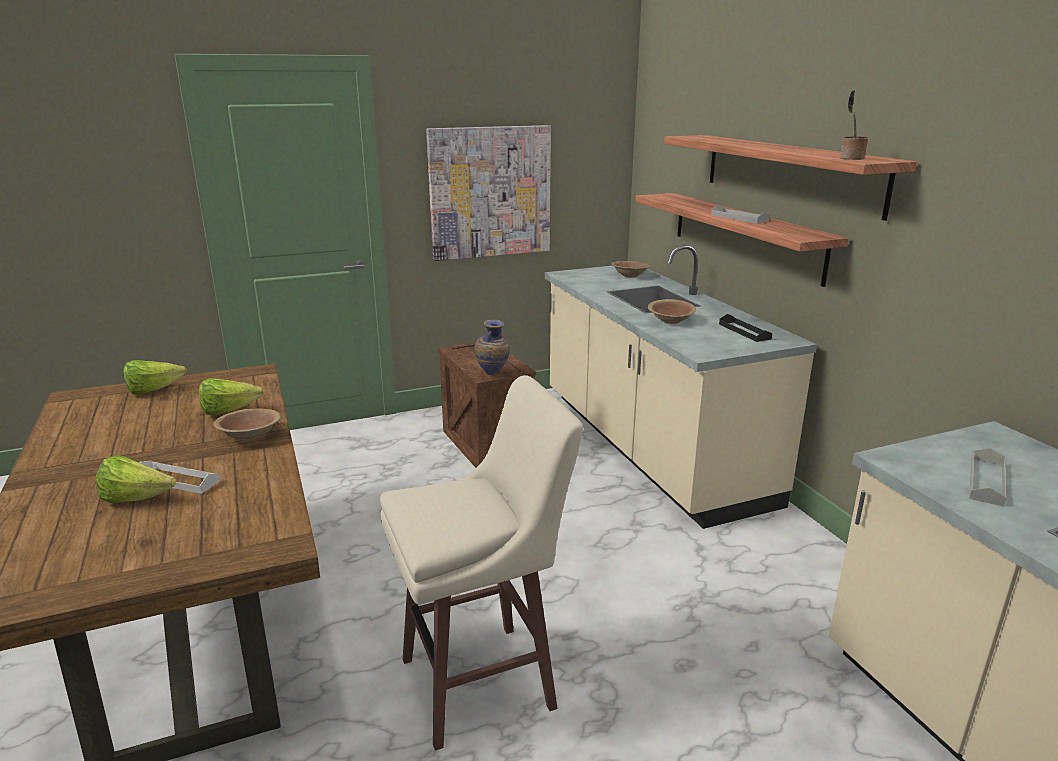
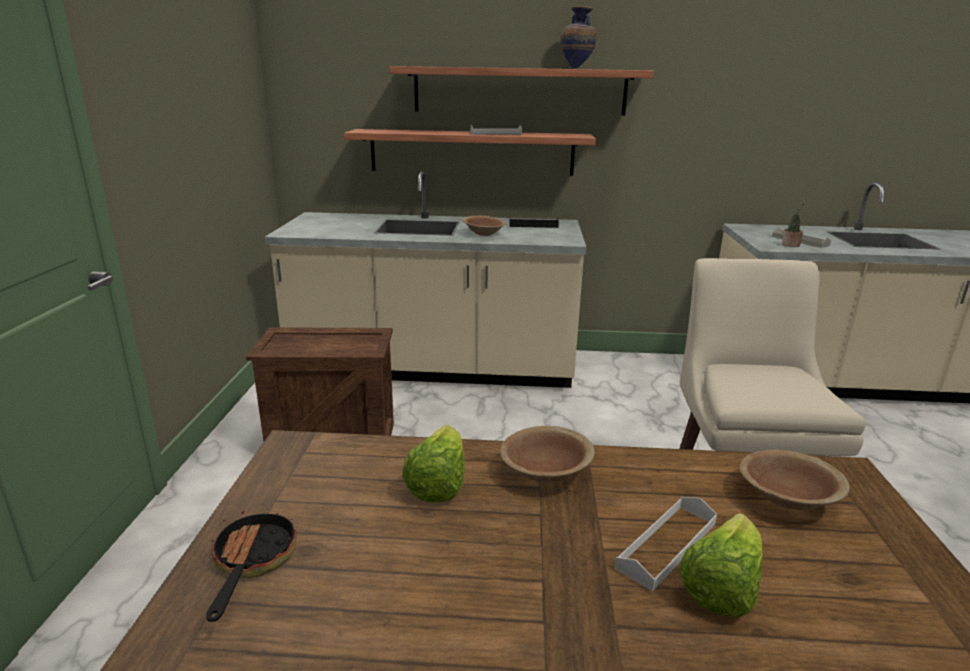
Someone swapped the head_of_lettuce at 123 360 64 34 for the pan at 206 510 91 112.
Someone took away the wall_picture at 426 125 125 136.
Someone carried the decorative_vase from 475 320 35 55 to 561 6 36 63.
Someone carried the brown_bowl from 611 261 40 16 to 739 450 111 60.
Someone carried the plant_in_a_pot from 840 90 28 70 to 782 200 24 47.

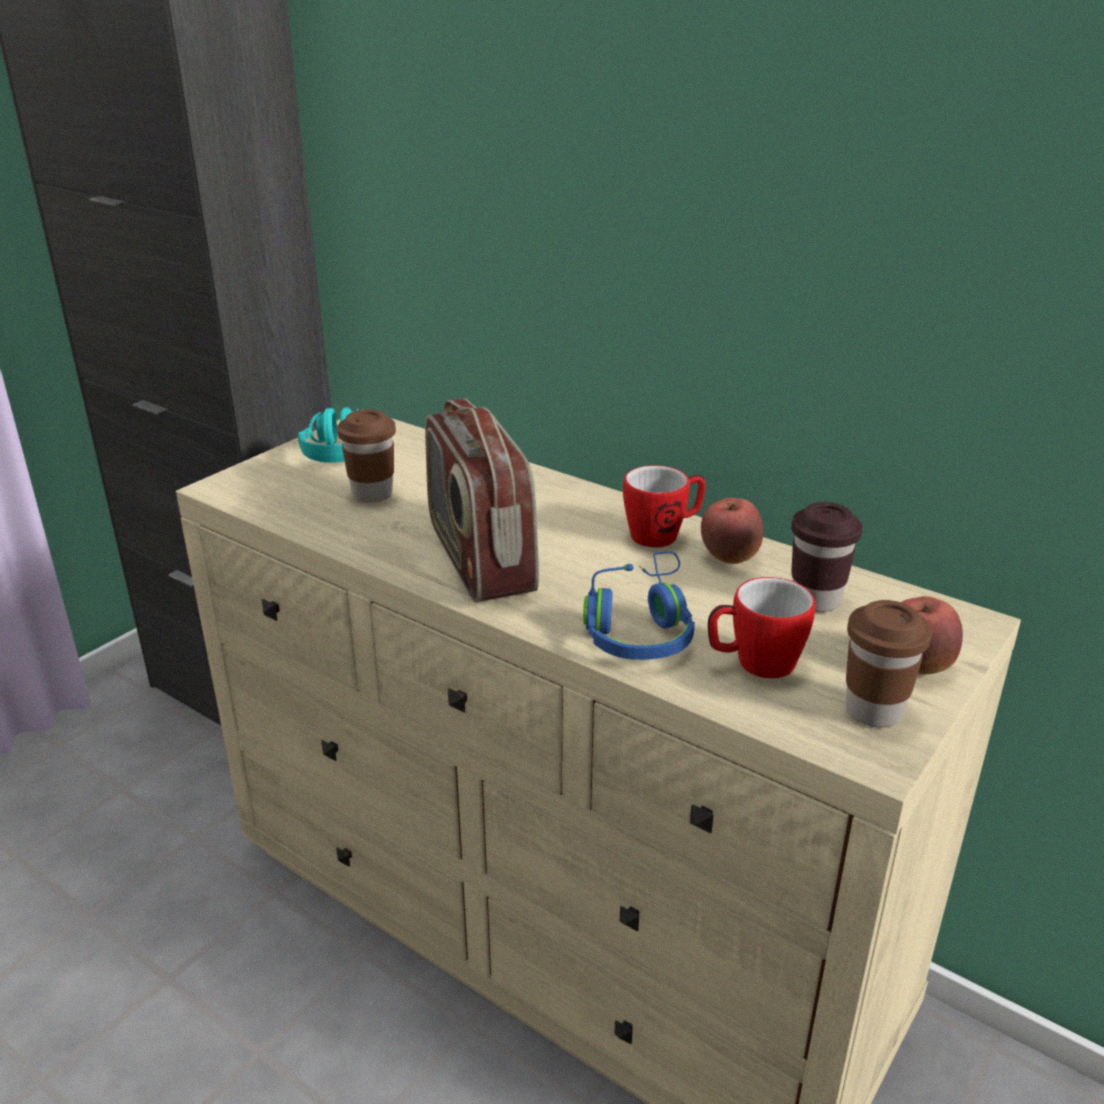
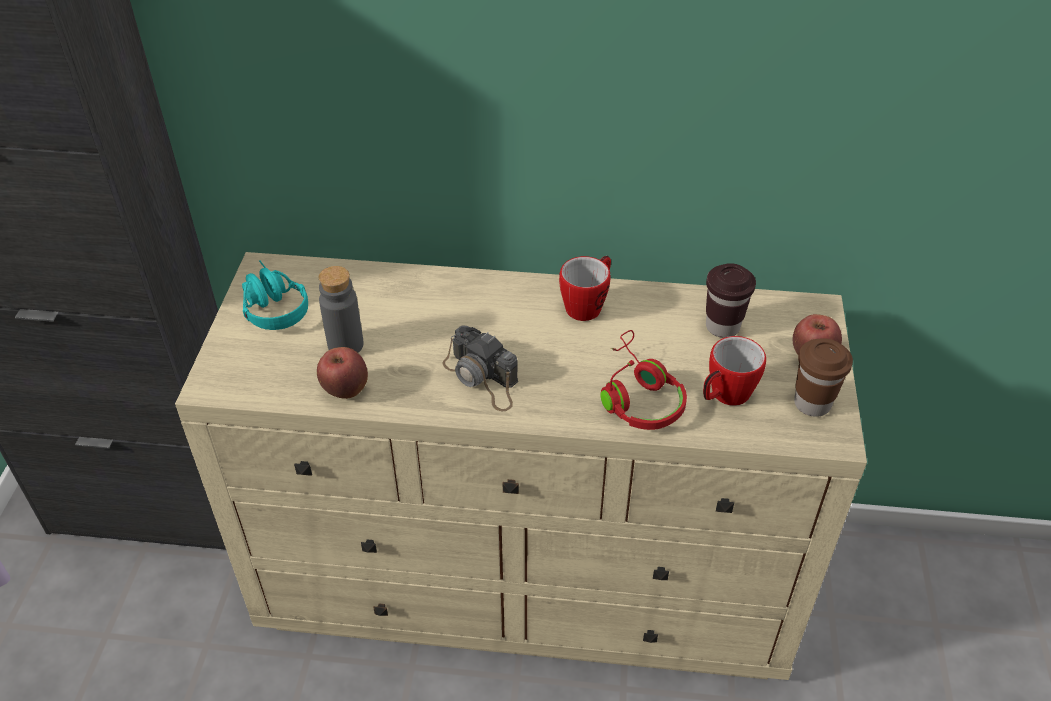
Someone swapped the brown_drinking_cup at 337 409 59 94 for the gray_beverage_bottle at 319 266 45 87.
Someone swapped the radio_receiver at 425 398 114 205 for the photo_camera at 443 325 75 87.
Someone repainted the blue_headset at 583 551 112 109, which became the red_headset at 601 330 86 100.
Someone carried the apple_fruit from 701 498 62 66 to 317 347 51 52.

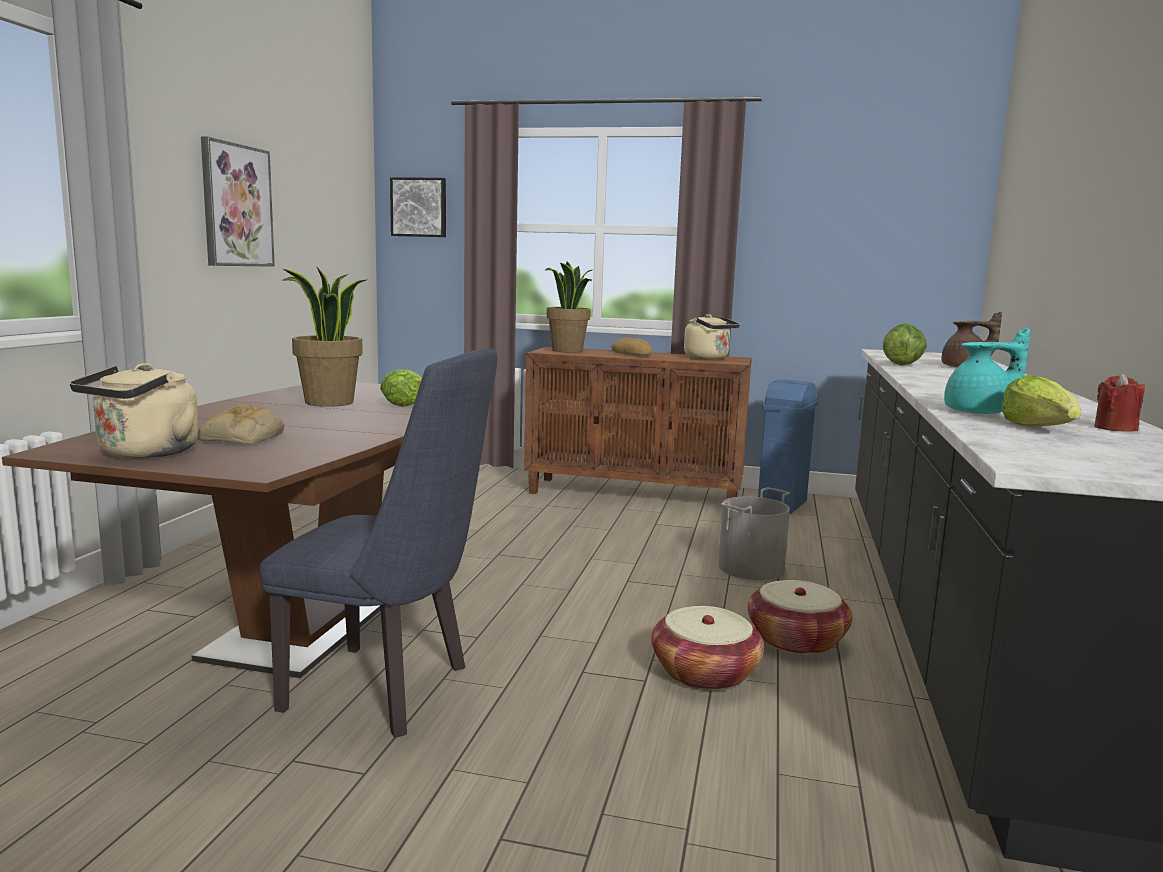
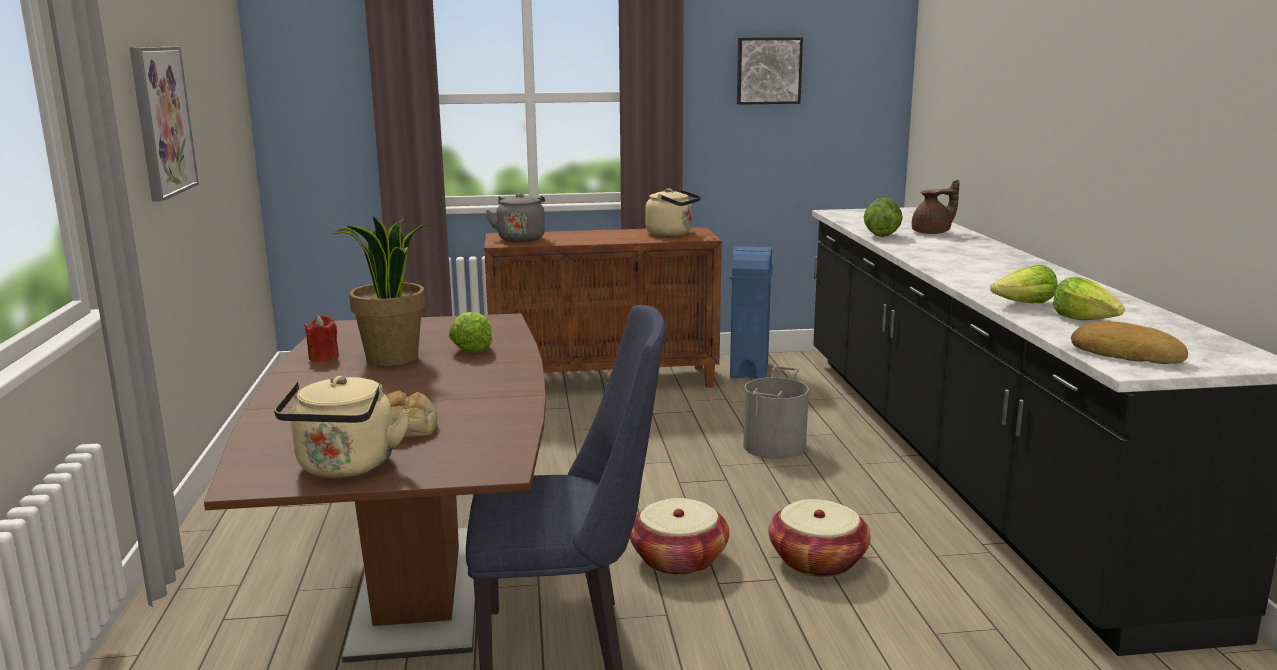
Someone carried the wall_picture from 390 177 56 60 to 737 37 66 68.
Someone swapped the plant_in_a_pot at 545 261 49 91 for the gray_water_kettle at 486 193 59 49.
Someone carried the bakery_bread from 611 337 42 19 to 1071 321 117 43.
Someone carried the basket from 747 580 105 75 to 630 498 99 77.
Someone swapped the blue-green_pot_for_tea at 944 328 86 86 for the head_of_lettuce at 990 265 68 38.
Someone carried the red_wax_candle from 1094 373 51 59 to 304 315 35 47.

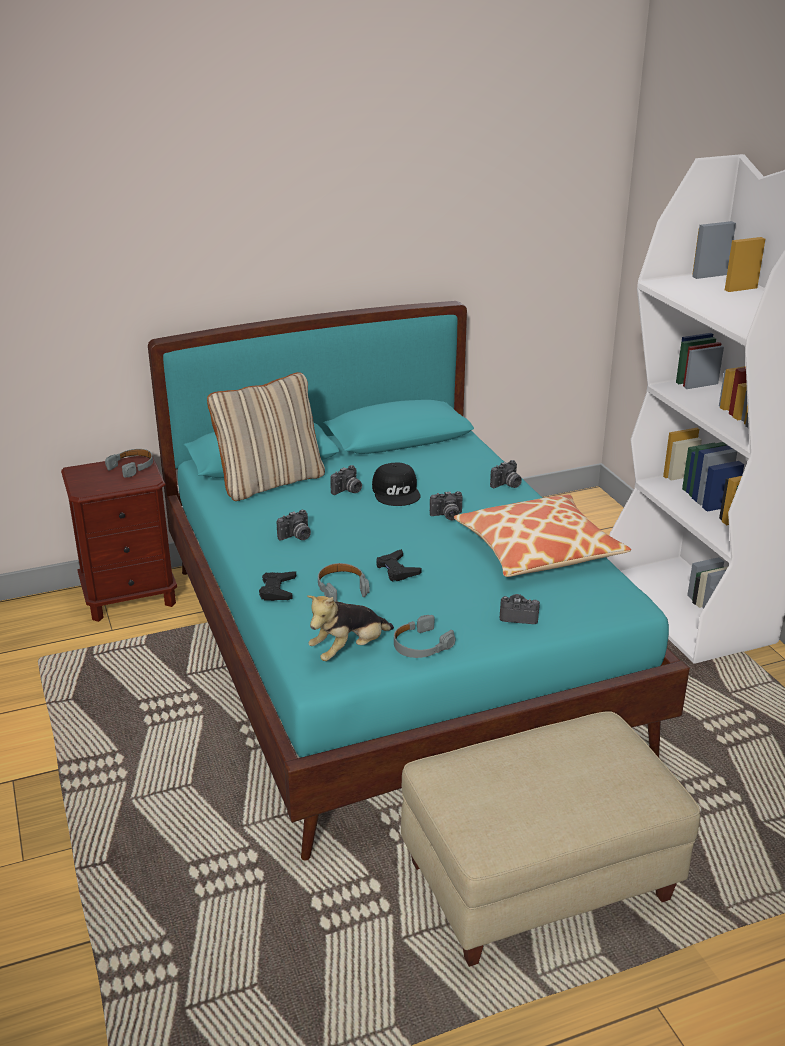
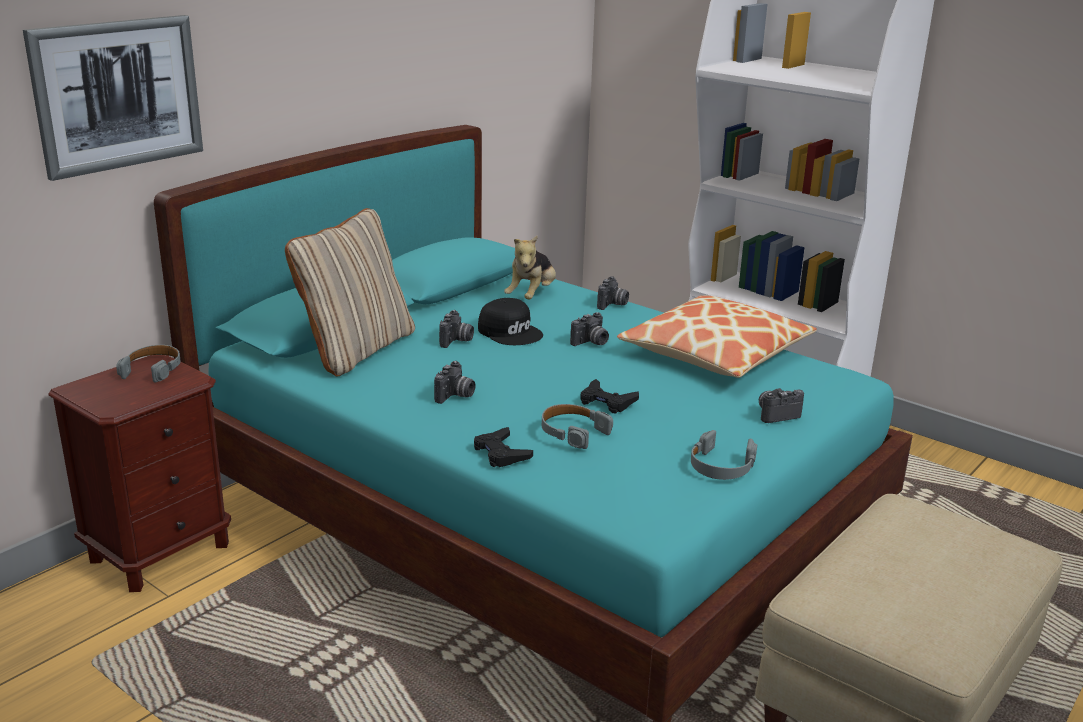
Someone carried the plush_toy from 307 595 87 66 to 504 236 52 64.
Someone put up the wall_picture at 23 15 180 166.

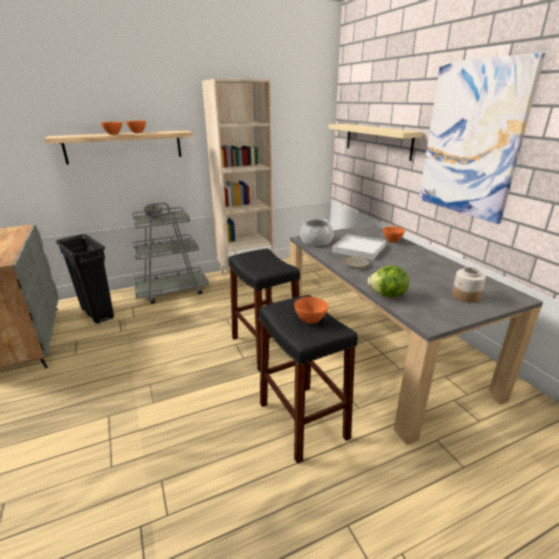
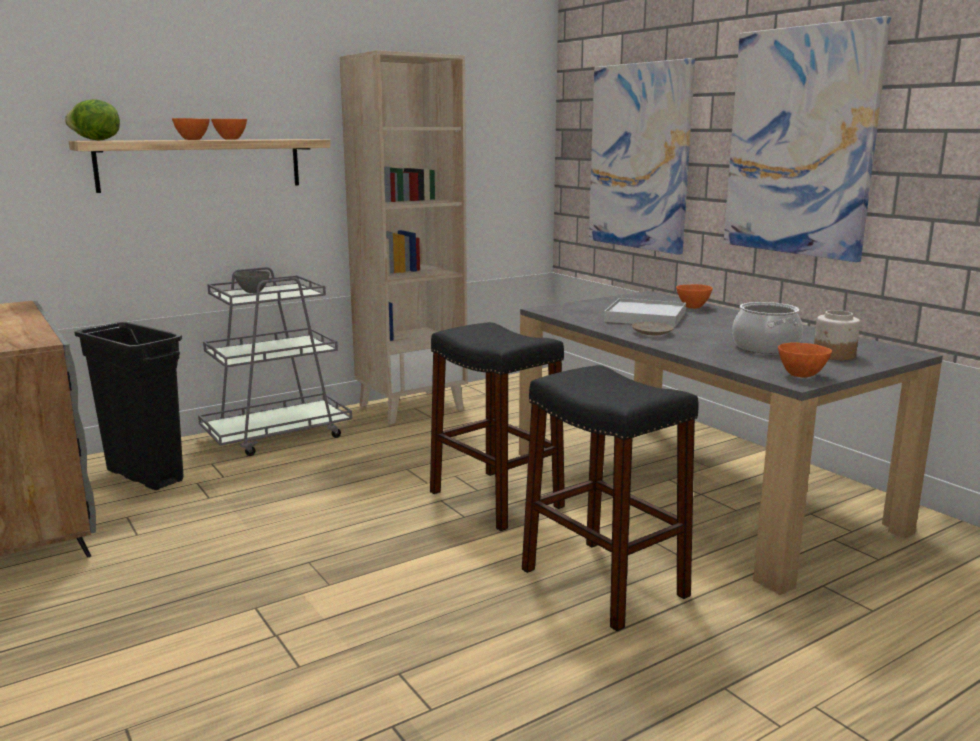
Someone carried the orange_bowl from 294 297 34 27 to 778 343 54 35.
Someone carried the cooking_pot from 301 218 32 28 to 732 302 71 52.
Someone swapped the beige_shelf at 328 124 95 37 for the wall_picture at 589 58 106 197.
Someone carried the head_of_lettuce from 368 266 41 32 to 65 99 55 42.

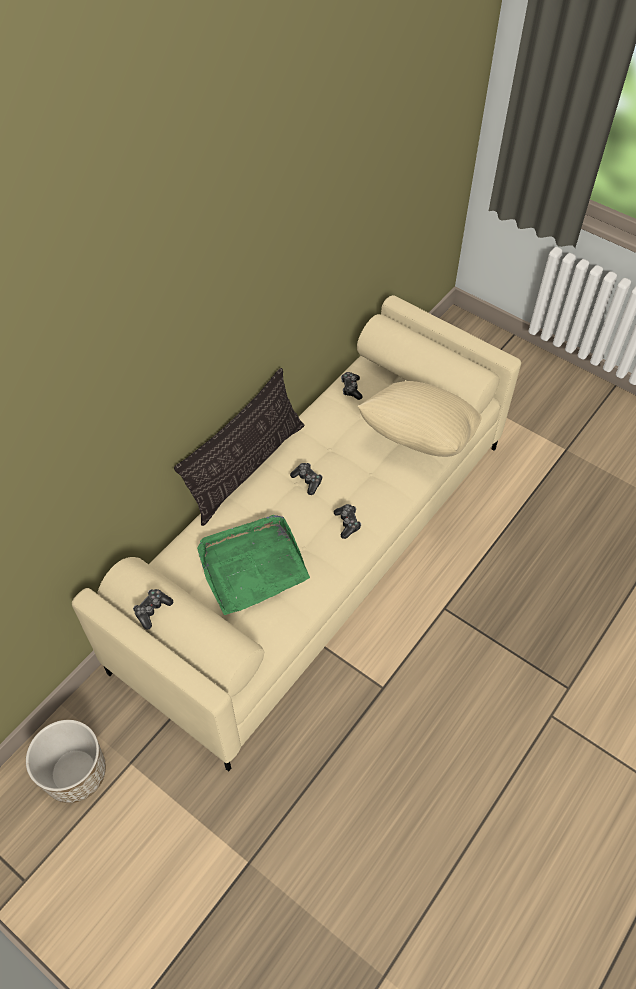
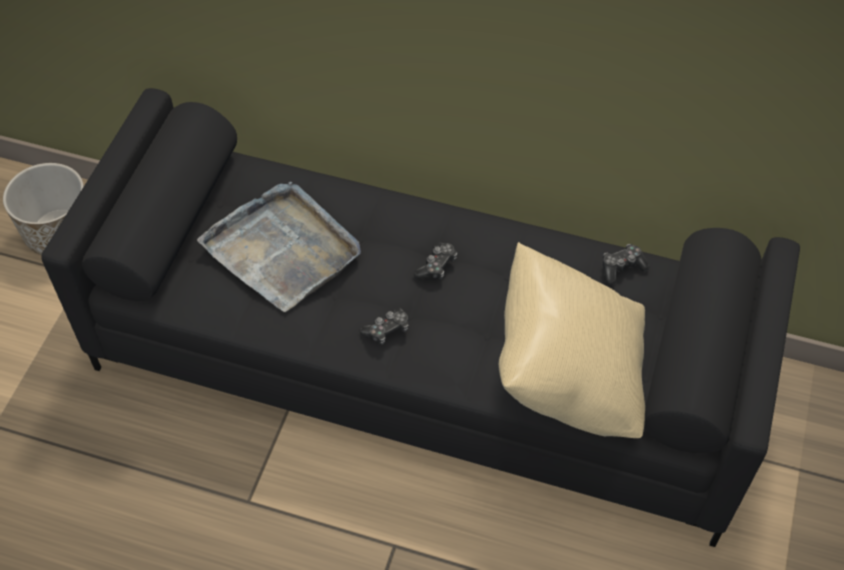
Someone repainted the beige_couch at 72 295 449 477, which became the blackish_couch at 41 88 759 459.
Someone took away the game_controller at 133 589 40 41.
Someone took away the throw_pillow at 174 368 130 158.
Someone repainted the green-coloured_tray at 197 515 113 100, which became the gray_tray at 197 182 164 130.

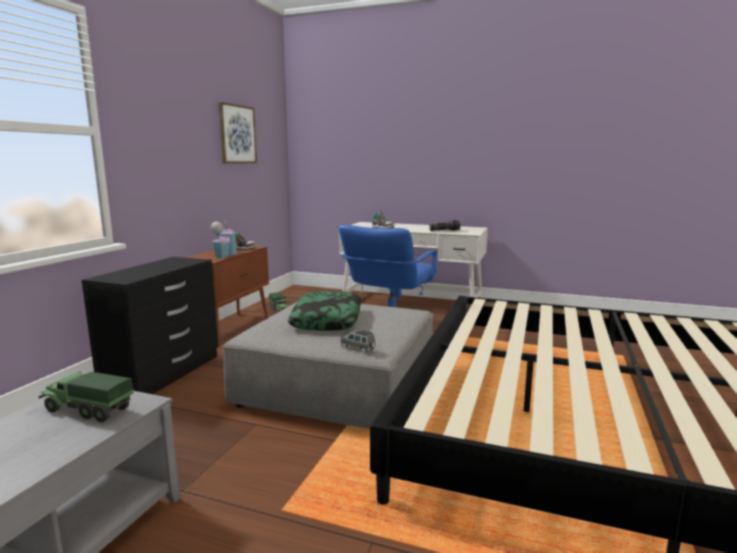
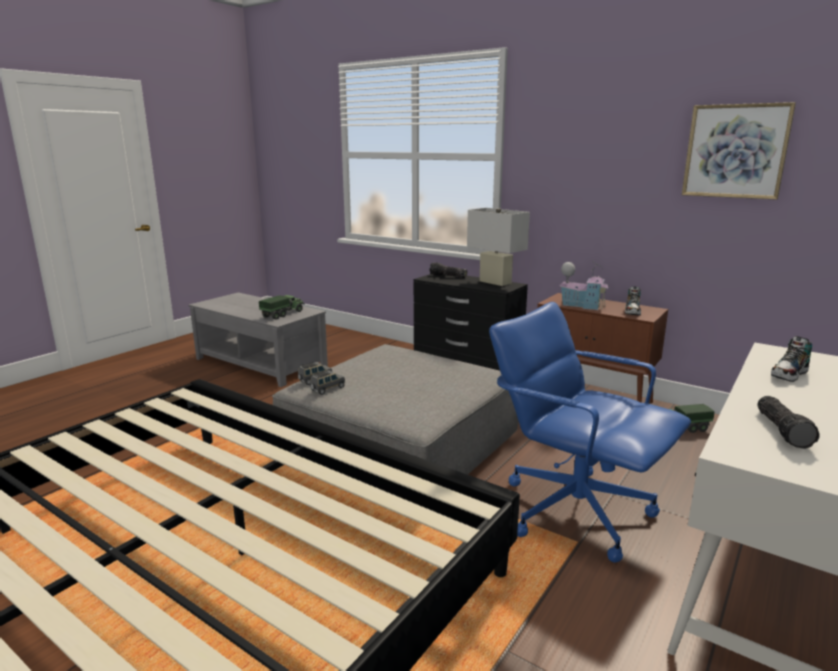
Someone took away the throw_pillow at 288 291 74 40.
Someone put down the gray_miniature_car at 310 371 35 24.
Someone put down the torch at 429 262 38 16.
Someone put down the whitish_tabletop_lamp at 467 208 63 78.

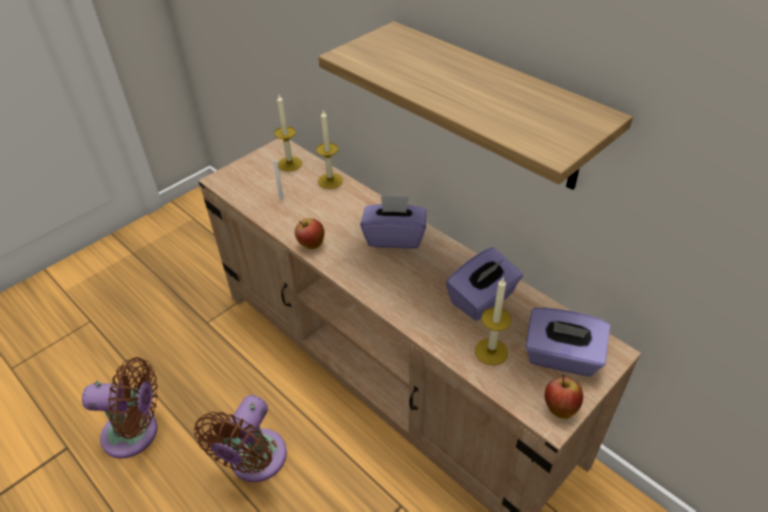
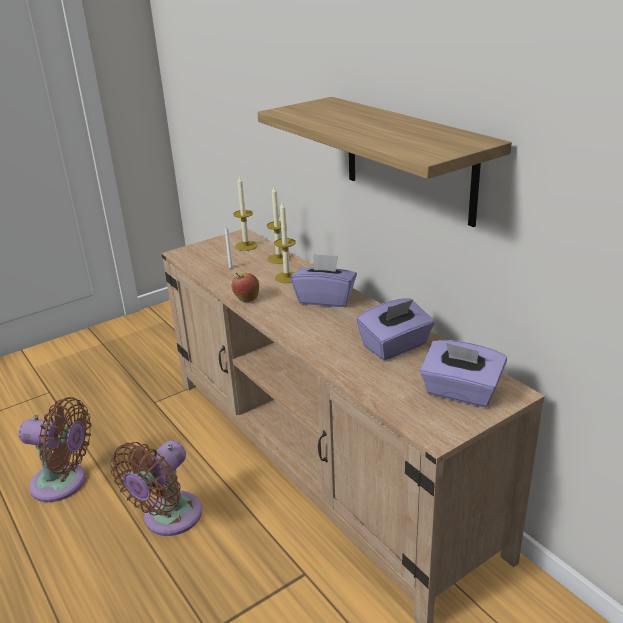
Someone carried the wax_candle from 475 278 37 88 to 274 202 22 81.
Someone took away the apple_fruit at 545 375 38 44.

